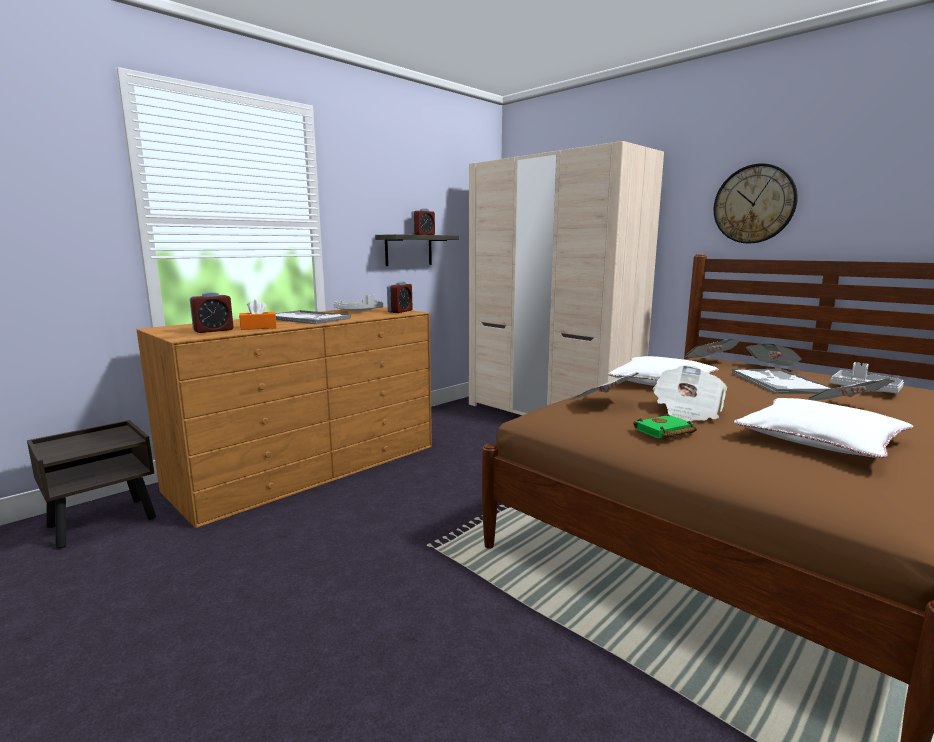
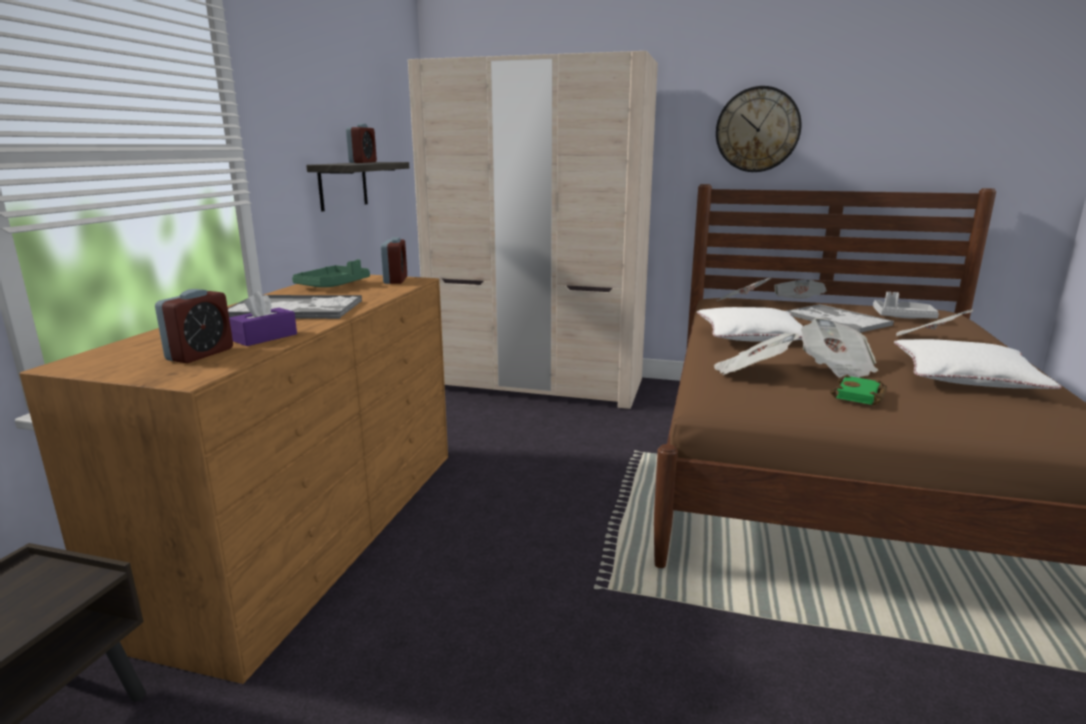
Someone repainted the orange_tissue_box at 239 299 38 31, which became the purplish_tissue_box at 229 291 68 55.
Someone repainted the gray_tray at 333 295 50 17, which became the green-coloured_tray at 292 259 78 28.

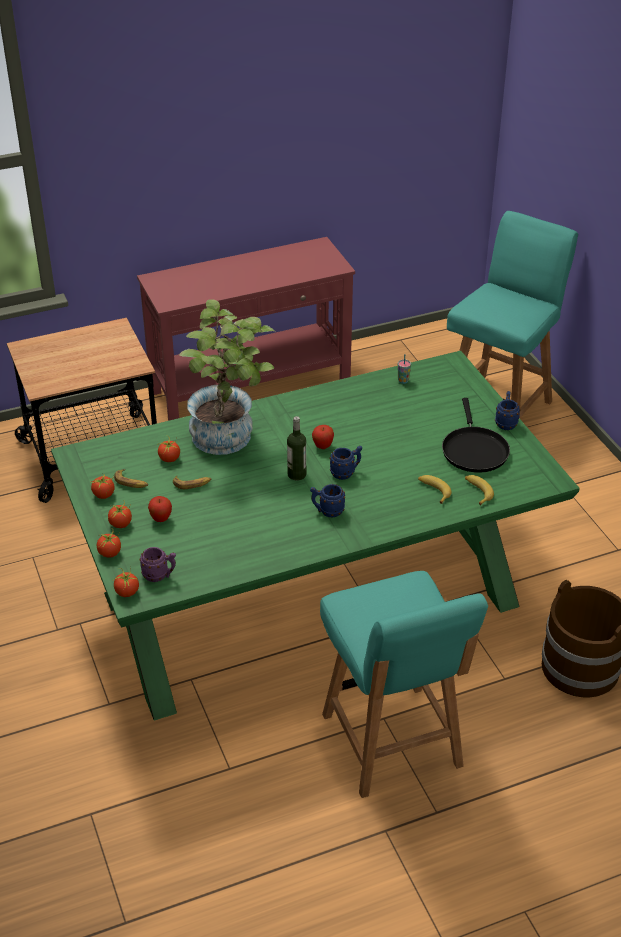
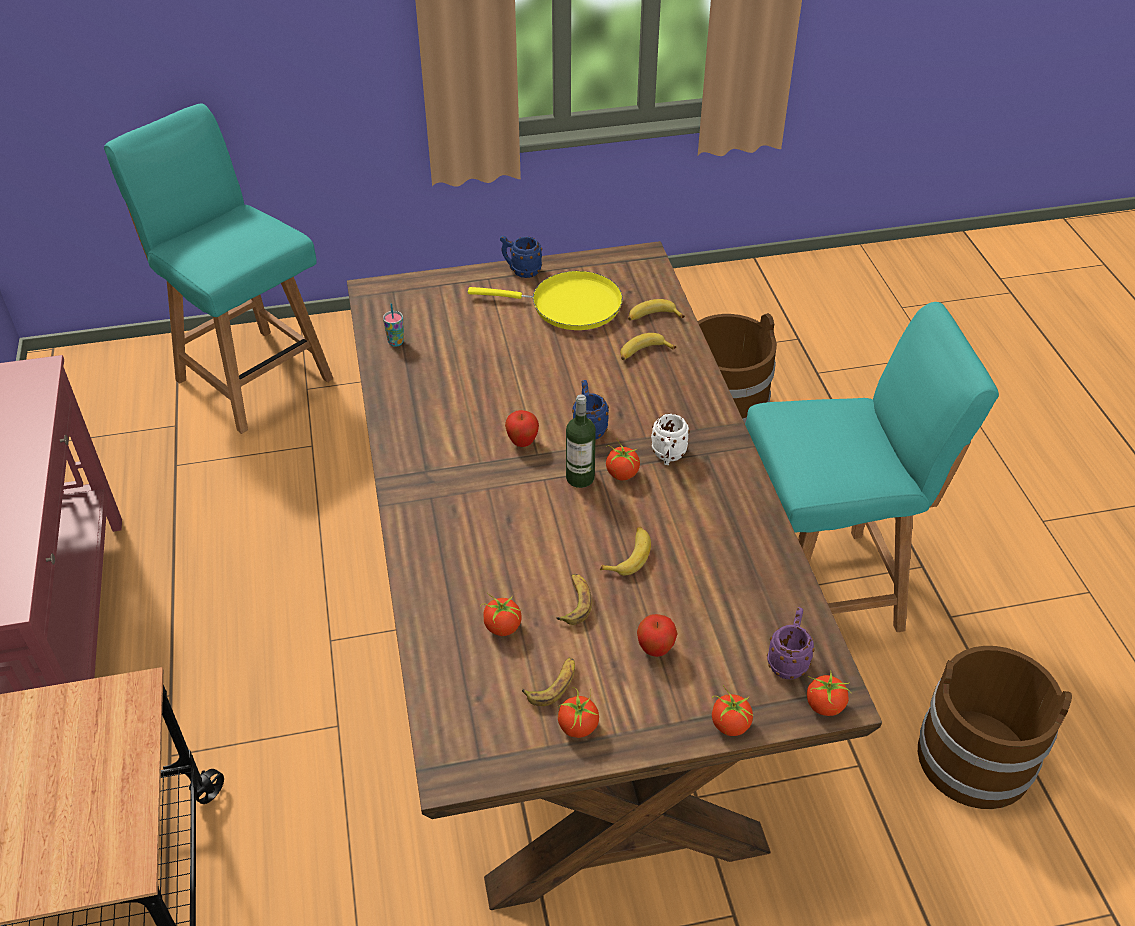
Someone repainted the green-coloured_kitchen_table at 51 351 529 370, which became the brown_kitchen_table at 347 241 535 669.
Someone carried the fresh_tomato from 108 501 24 27 to 606 440 34 40.
Someone took away the plant_in_a_pot at 179 299 96 156.
Someone repainted the blue_tea_mug at 310 484 35 33, which became the whitish_tea_mug at 651 414 39 51.
Someone repainted the blackish_pan at 442 398 68 75, which became the yellow_pan at 468 271 155 59.
Someone put down the whole_banana at 600 527 51 49.
Someone put down the brown_pail at 918 646 154 163.

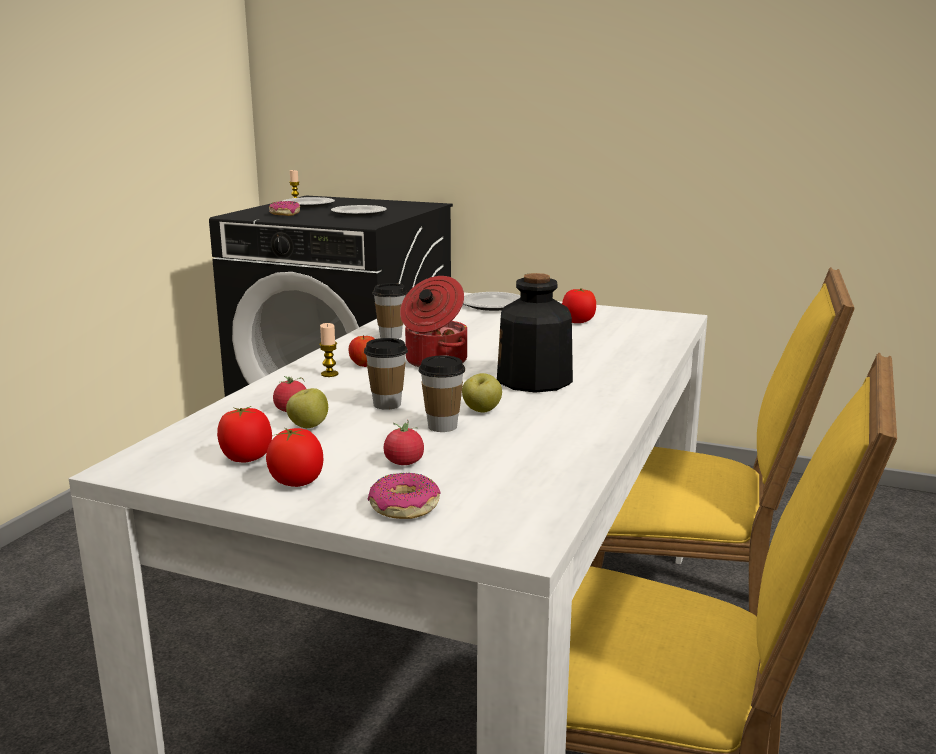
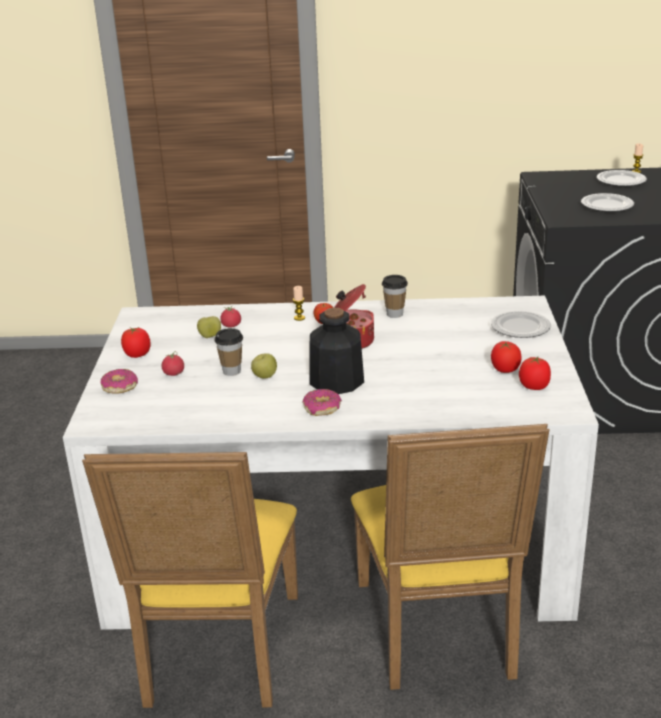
Someone carried the fresh_tomato from 217 406 55 56 to 519 356 32 34.
Someone carried the doughnut from 269 201 31 15 to 302 389 40 27.
Someone took away the drinking_cup at 364 338 44 72.

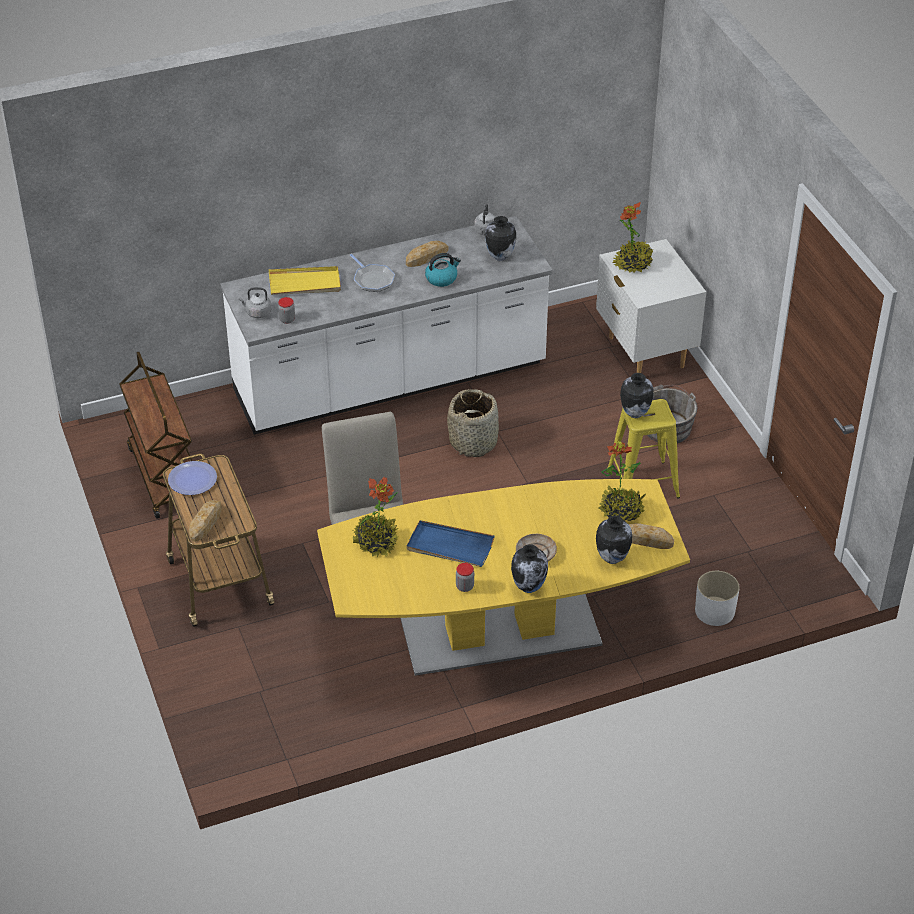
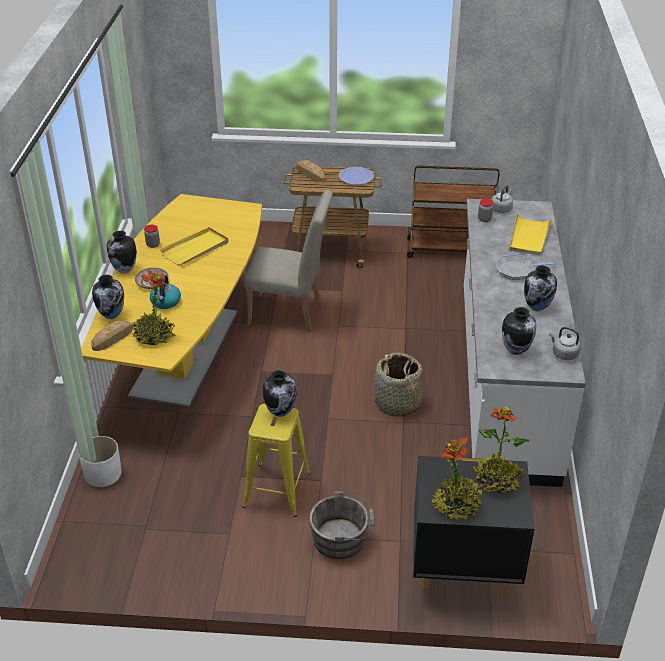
Someone carried the plant_in_a_pot from 353 477 45 80 to 432 437 51 83.
Someone swapped the bakery_bread at 406 241 43 26 for the decorative_vase at 524 265 33 46.
Someone repainted the blue_tray at 407 520 88 47, which became the yellow_tray at 160 227 68 38.
Someone carried the water_kettle from 425 253 36 34 to 150 275 31 34.
Someone repainted the whitish_bedside_table at 596 239 110 134, which became the blackish_bedside_table at 413 456 121 144.

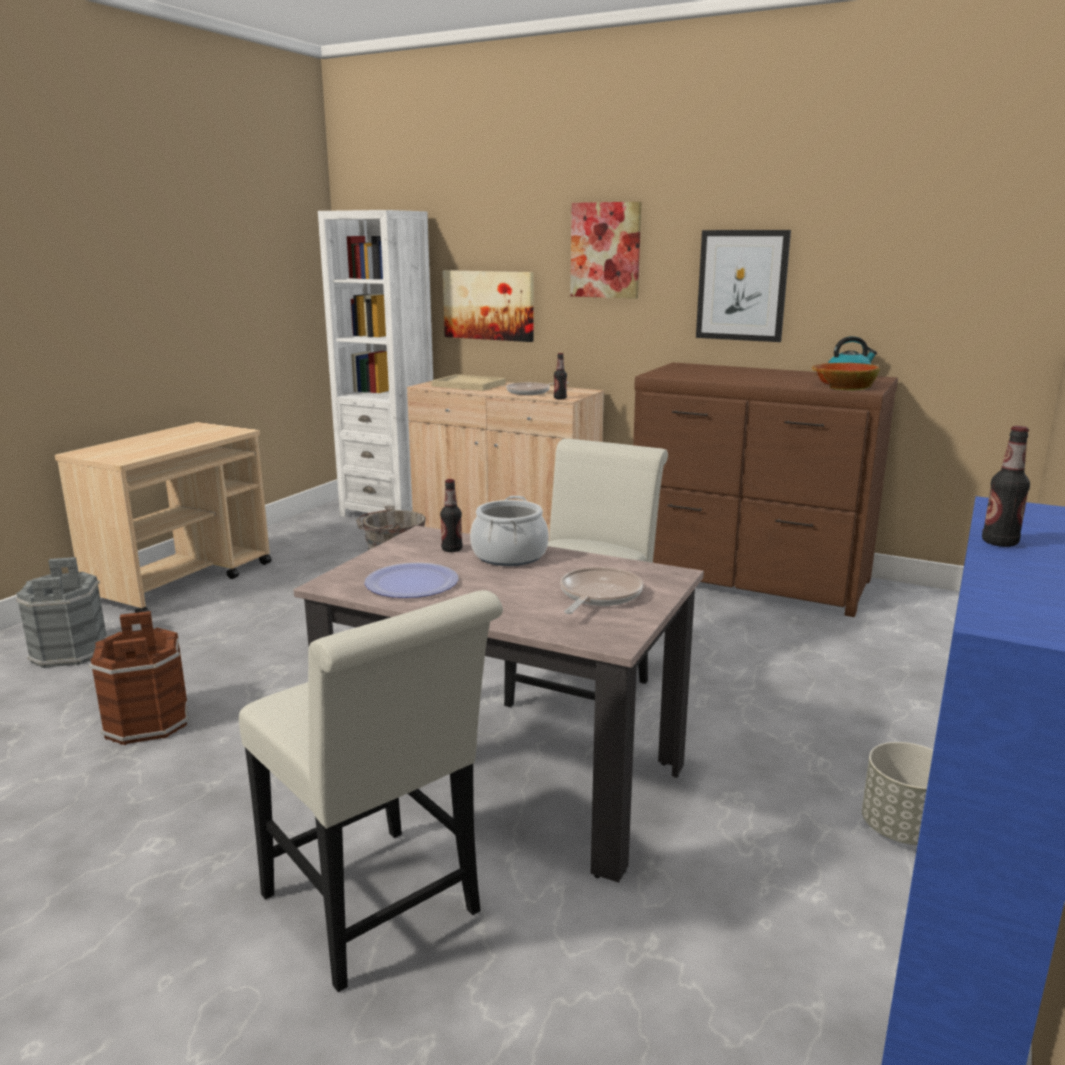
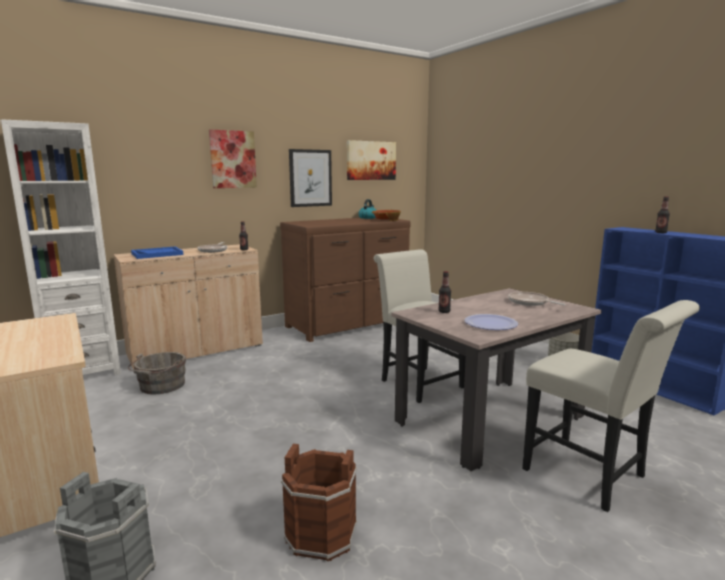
Someone rotated the whitish_chair at 239 590 264 402 by 60 degrees clockwise.
Someone repainted the beige_tray at 431 374 75 17, which became the blue_tray at 131 247 52 12.
Someone carried the wall_picture from 443 270 91 72 to 347 140 49 40.
Someone took away the cooking_pot at 470 496 79 70.

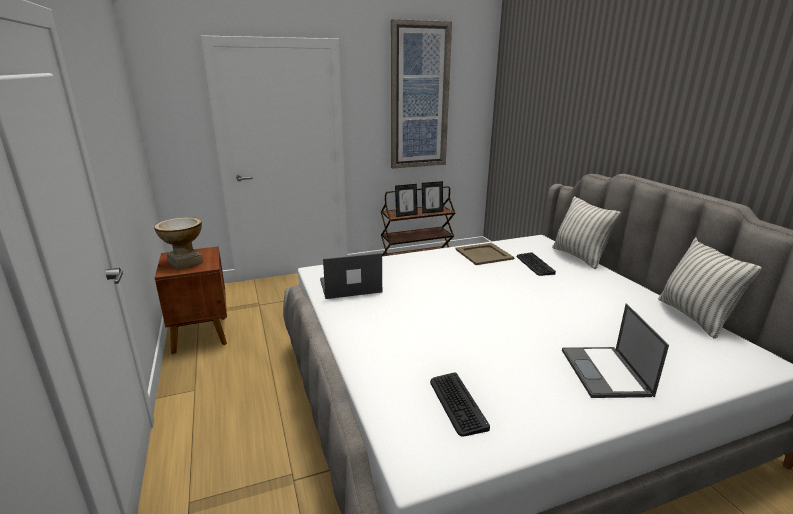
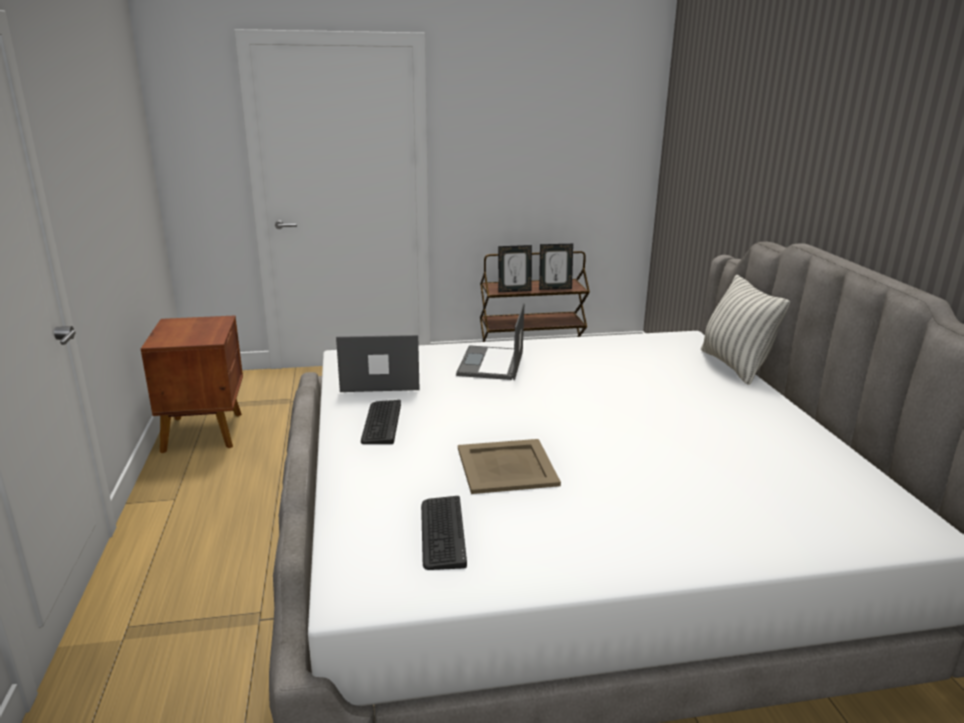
Someone took away the decorative_vase at 154 217 49 53.
Someone took away the wall_picture at 391 19 61 149.
Someone carried the beige_tray from 455 243 60 22 to 458 439 103 55.
Someone carried the keyboard from 517 252 39 24 to 361 400 40 44.
Someone carried the laptop from 562 303 107 95 to 456 303 68 77.
Someone took away the throw_pillow at 658 237 104 102.

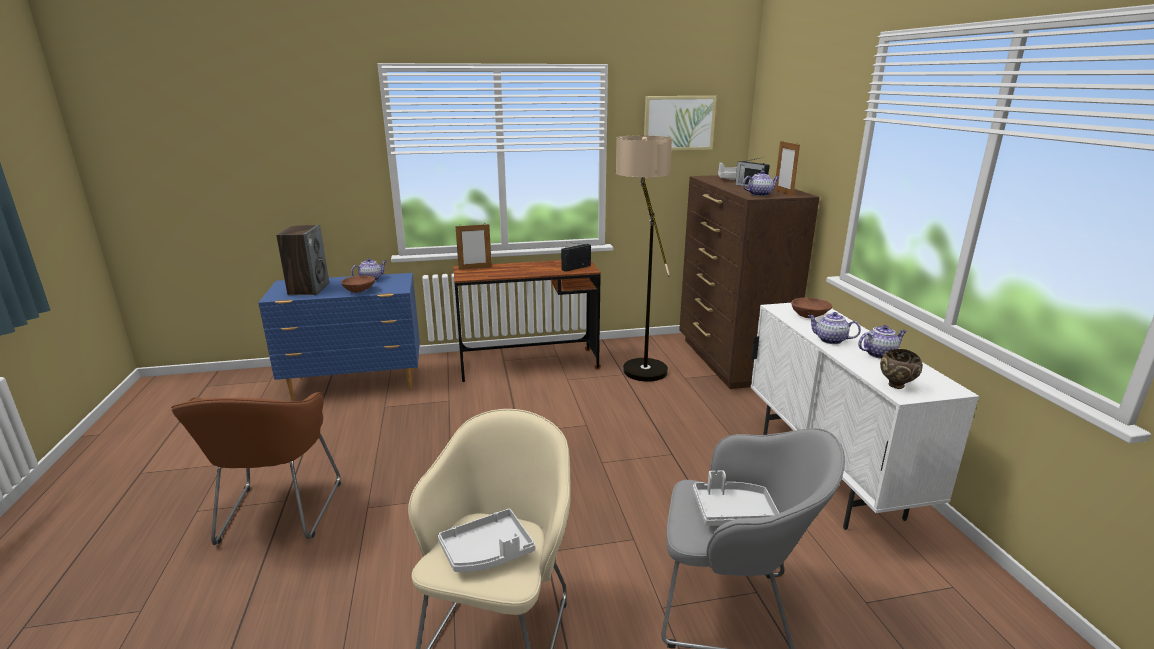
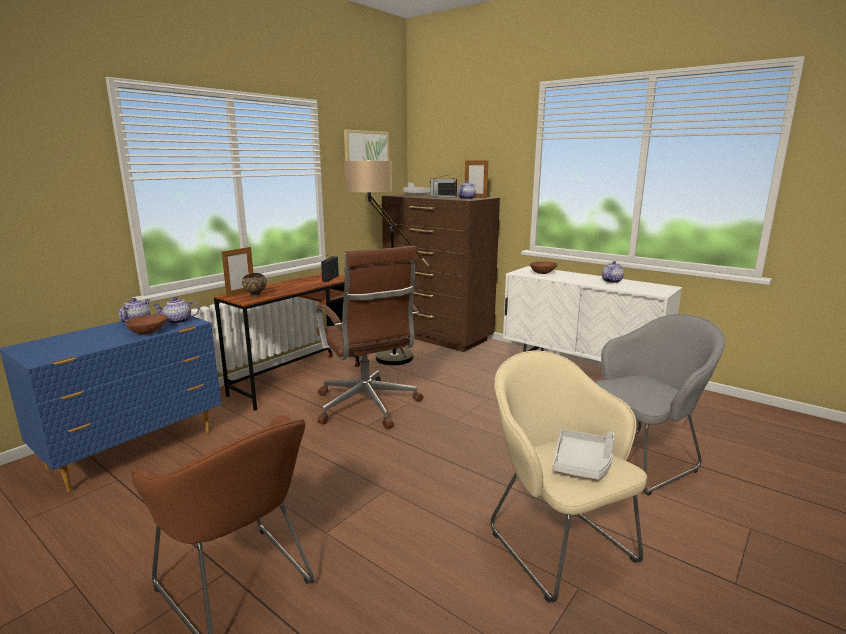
Someone took away the audio_speaker at 276 225 53 71.
Someone took away the gray_tray at 693 470 86 56.
Someone carried the pot_for_tea from 808 312 53 32 to 154 297 45 27.
Someone carried the brown_bowl from 880 349 43 40 to 242 273 25 24.
Someone put down the brown_office_chair at 316 246 107 183.

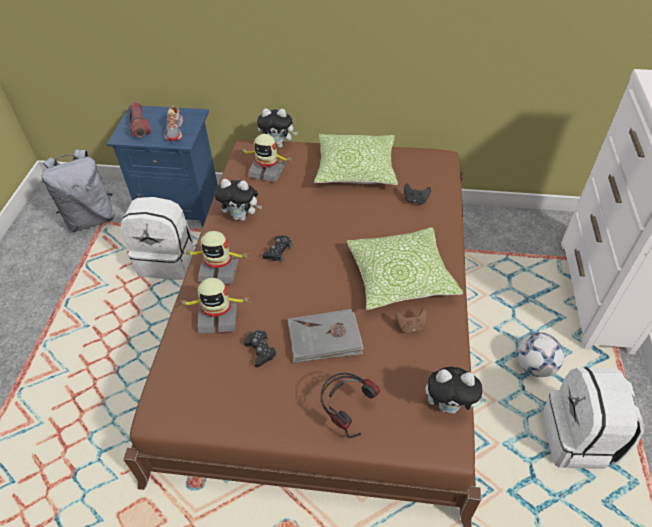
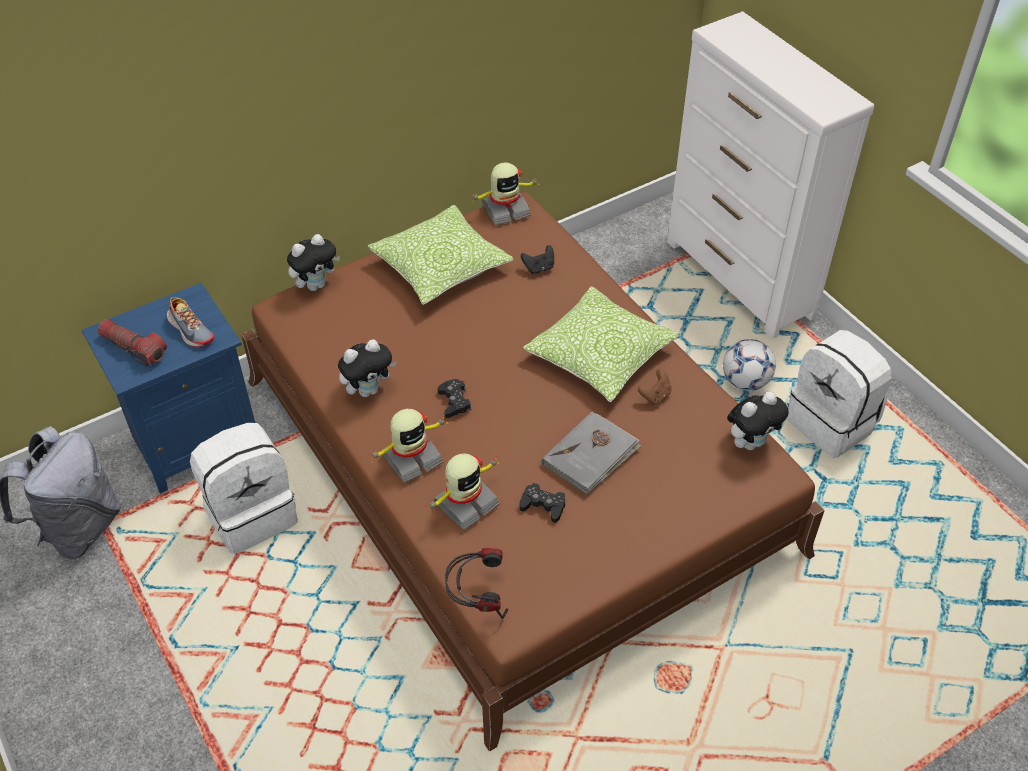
Someone carried the robot_figure from 240 134 52 48 to 469 162 71 63.
Someone carried the headset from 321 373 59 66 to 445 548 63 71.

